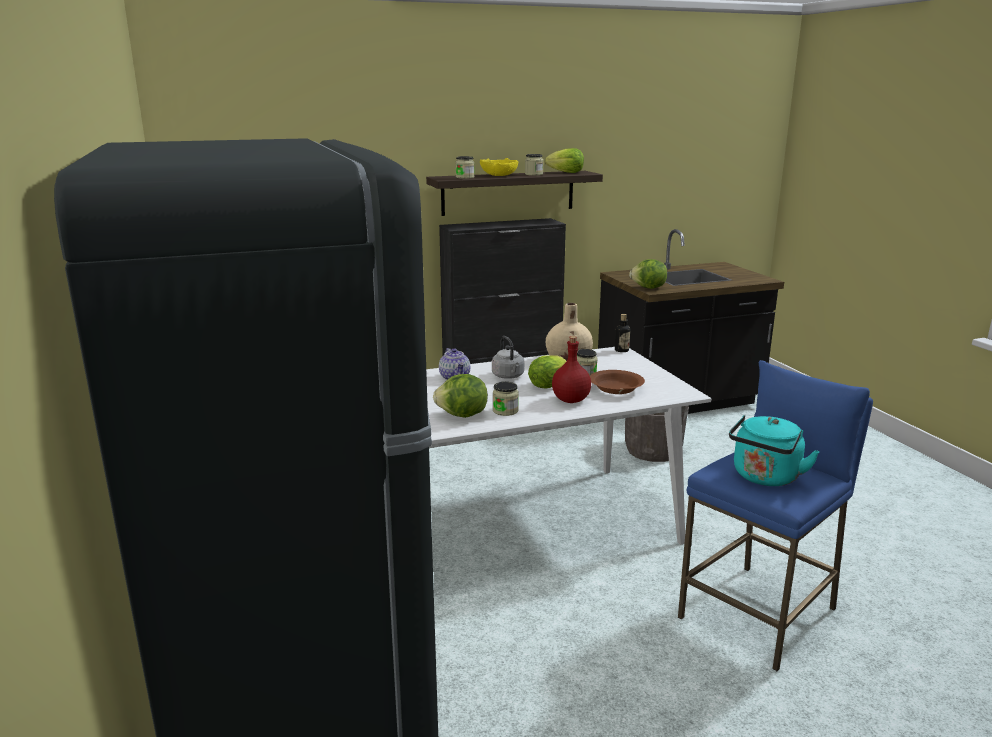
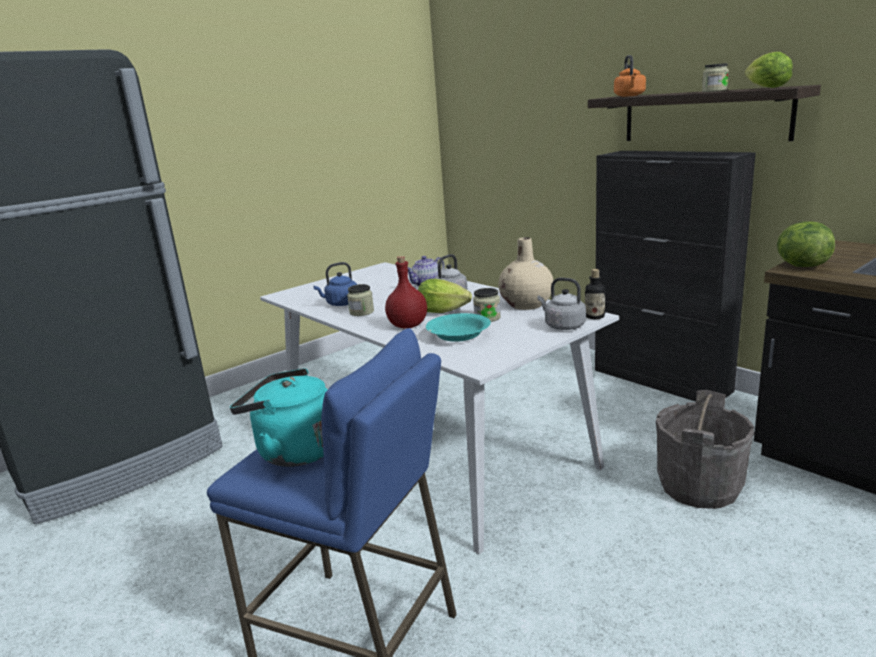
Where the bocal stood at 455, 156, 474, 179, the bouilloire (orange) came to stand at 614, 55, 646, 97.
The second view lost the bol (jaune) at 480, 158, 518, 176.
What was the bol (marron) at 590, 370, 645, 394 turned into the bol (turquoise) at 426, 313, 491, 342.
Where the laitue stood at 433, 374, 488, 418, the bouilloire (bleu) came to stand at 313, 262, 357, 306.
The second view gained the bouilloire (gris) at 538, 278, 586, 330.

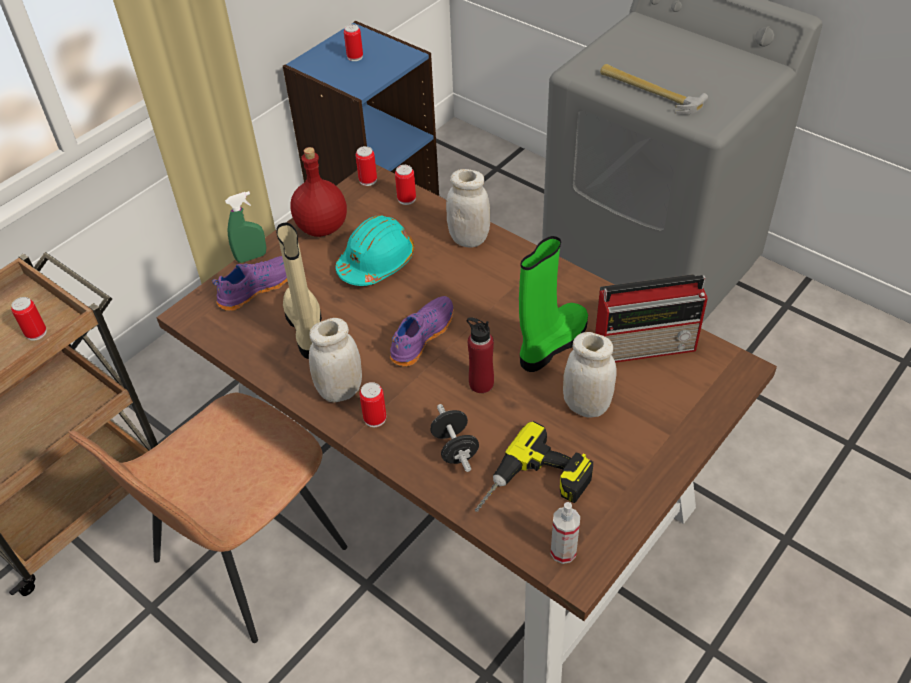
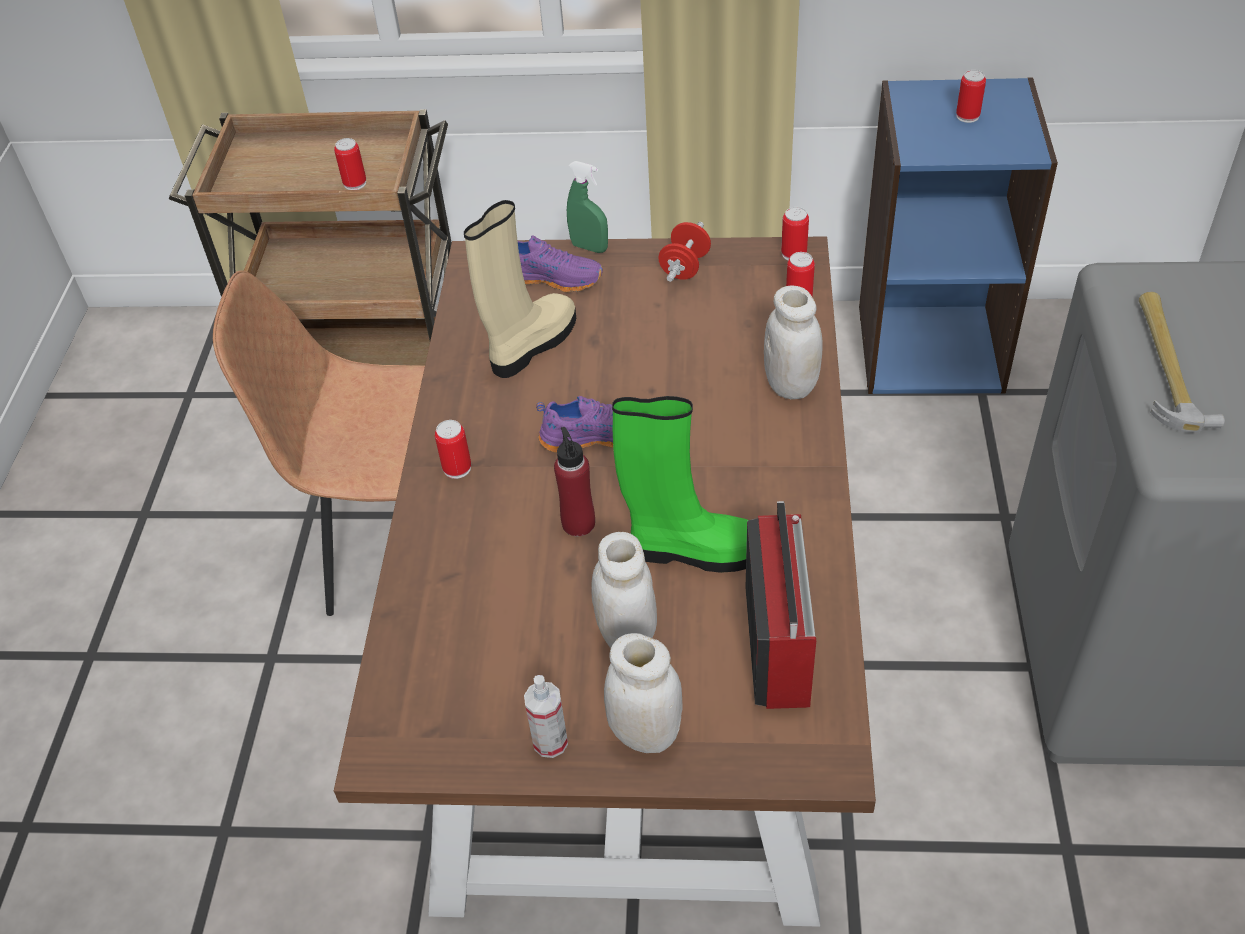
Where the bouteille (rouge) stood at 290, 147, 347, 237, the haltère (rouge) came to stand at 658, 222, 711, 282.
The second view lost the casque de chantier (turquoise) at 336, 215, 415, 286.
The radio at 595, 274, 708, 363 ended up facing another way, 135 degrees counterclockwise from before.
The bocal (blanc) ended up elsewhere, having gone from 309, 318, 362, 403 to 604, 633, 683, 753.
The second view lost the haltère (noir) at 430, 404, 479, 472.
The second view lost the perceuse at 475, 421, 593, 512.
The vaporisateur ended up elsewhere, having gone from 550, 502, 580, 564 to 524, 675, 568, 758.

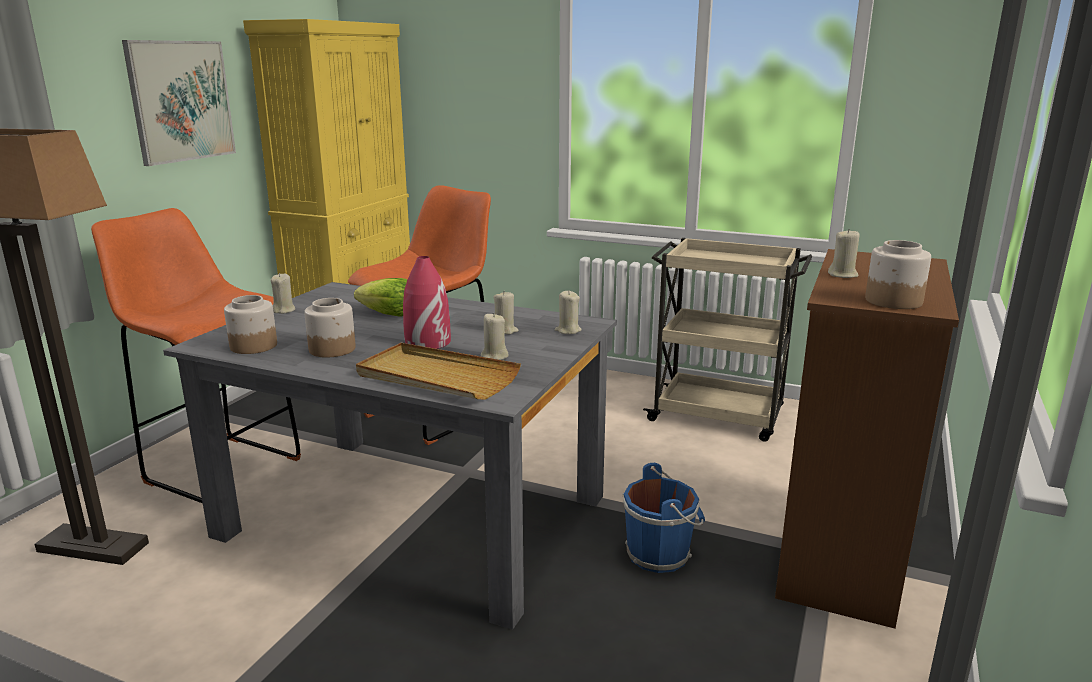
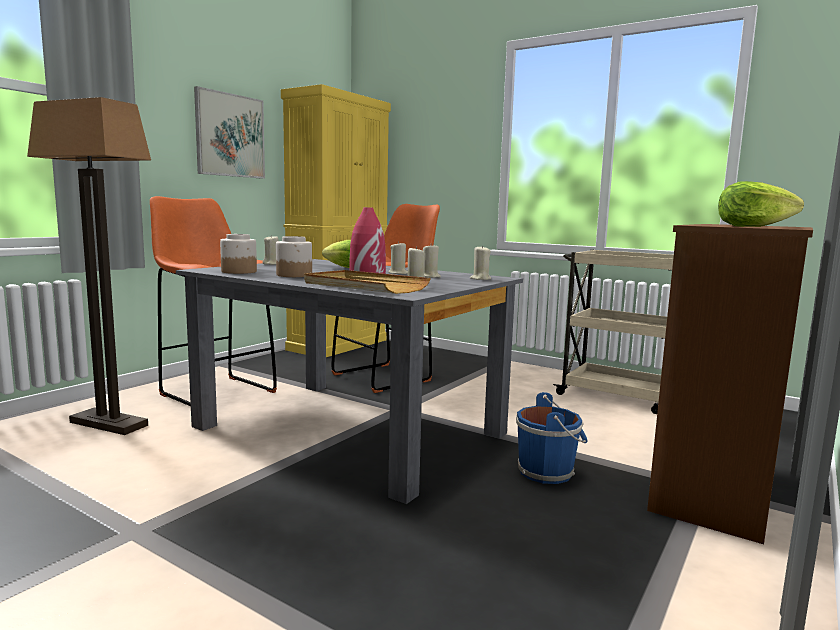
The bougie (beige) ended up elsewhere, having gone from 828, 229, 859, 278 to 388, 241, 408, 274.
Where the bocal stood at 865, 240, 931, 309, the laitue came to stand at 718, 181, 804, 227.

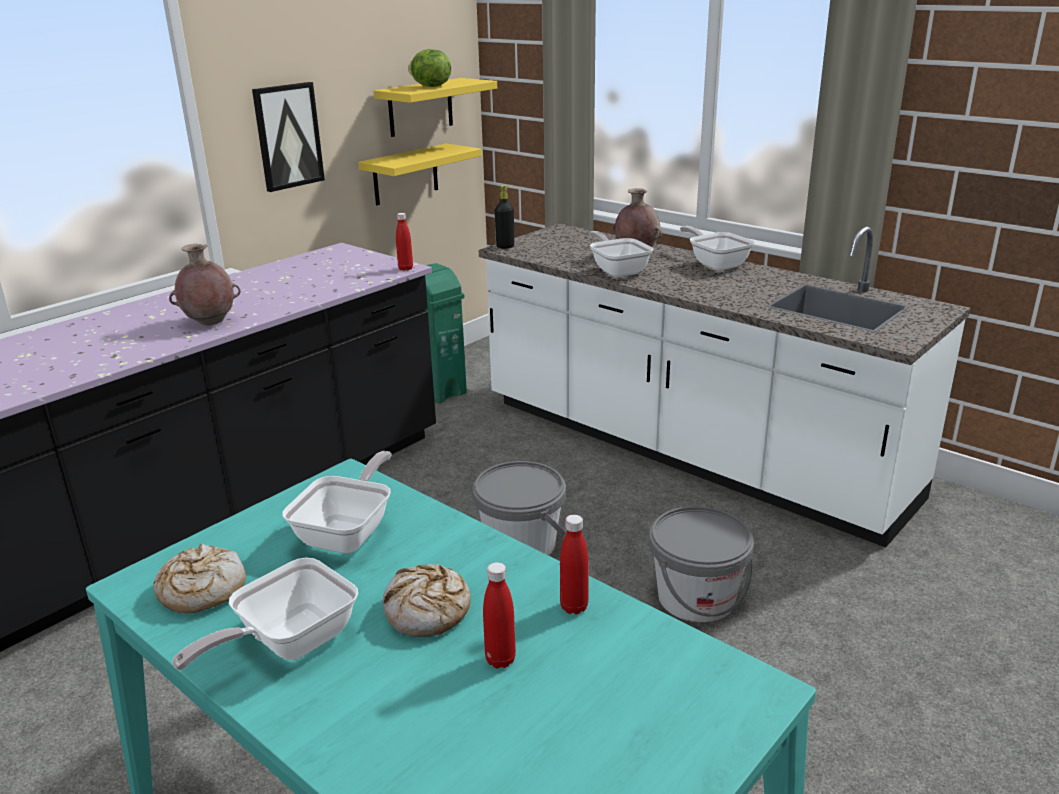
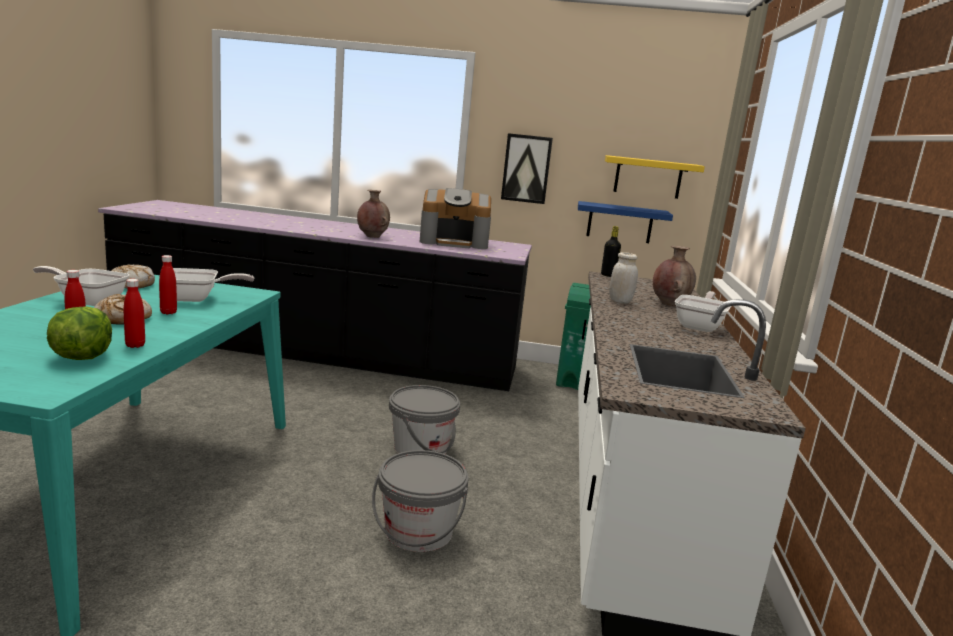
The laitue ended up elsewhere, having gone from 408, 49, 451, 87 to 47, 306, 112, 360.
What was the étagère (jaune) at 358, 143, 482, 205 turned into the étagère (bleu) at 578, 201, 673, 243.
The bouteille (rouge) ended up elsewhere, having gone from 396, 213, 413, 271 to 159, 255, 177, 314.
Where the poêle stood at 589, 231, 653, 277, the bocal (blanc) came to stand at 609, 252, 638, 304.
The second view gained the machine à café at 420, 188, 491, 249.

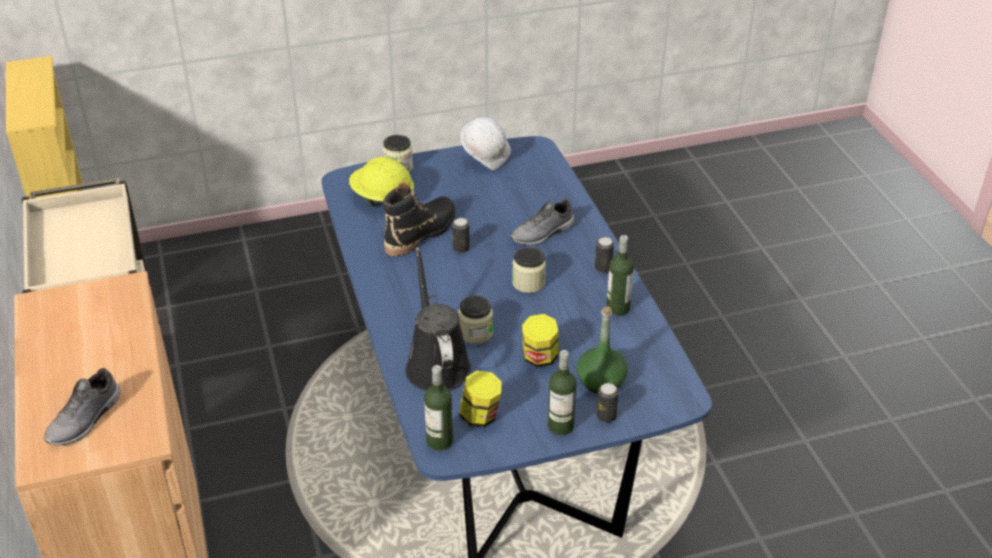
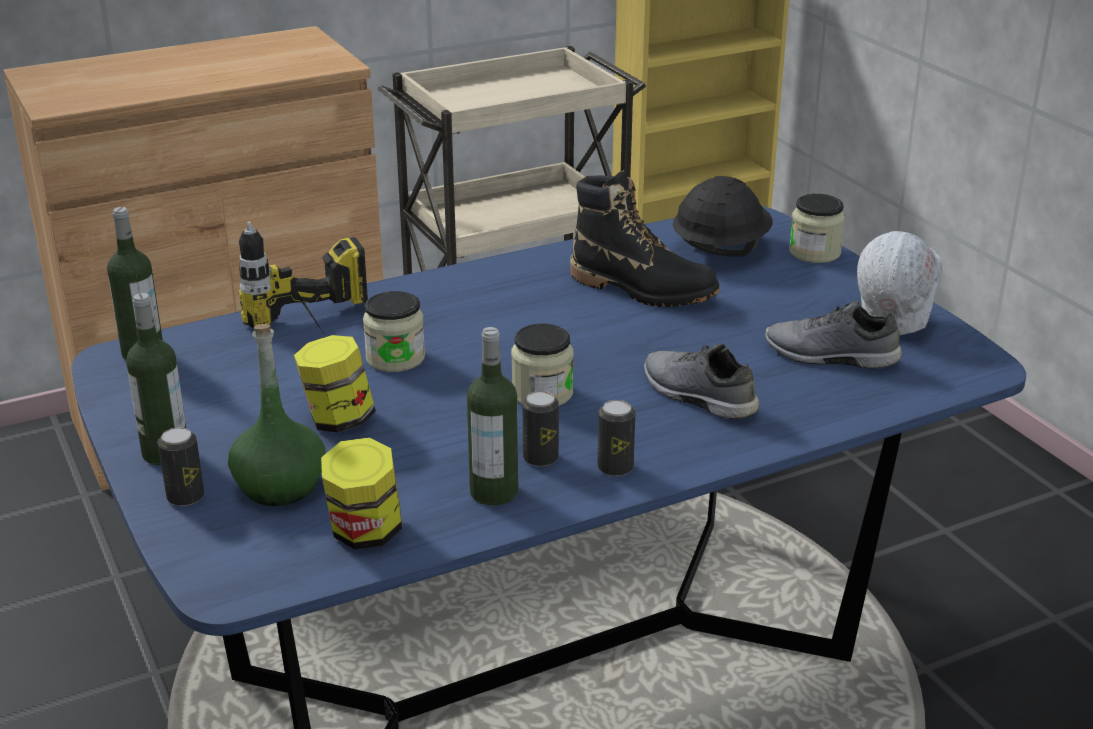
What was the casque de chantier (jaune) at 349, 157, 414, 206 turned into the casque de chantier (noir) at 673, 176, 773, 257.
The boîte métallique ended up elsewhere, having gone from 452, 218, 470, 253 to 523, 391, 559, 467.
Where the arrosoir (noir) stood at 406, 247, 471, 391, the perceuse came to stand at 238, 221, 368, 332.
The chaussure (gris) ended up elsewhere, having gone from 44, 368, 121, 446 to 765, 301, 902, 369.
The bocal ended up elsewhere, having gone from 459, 370, 502, 428 to 321, 437, 402, 549.

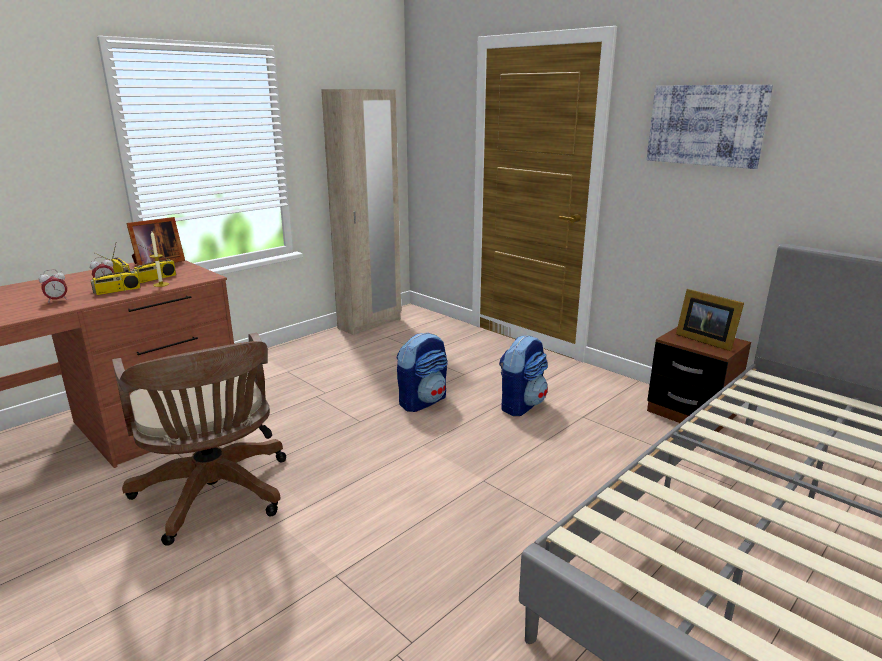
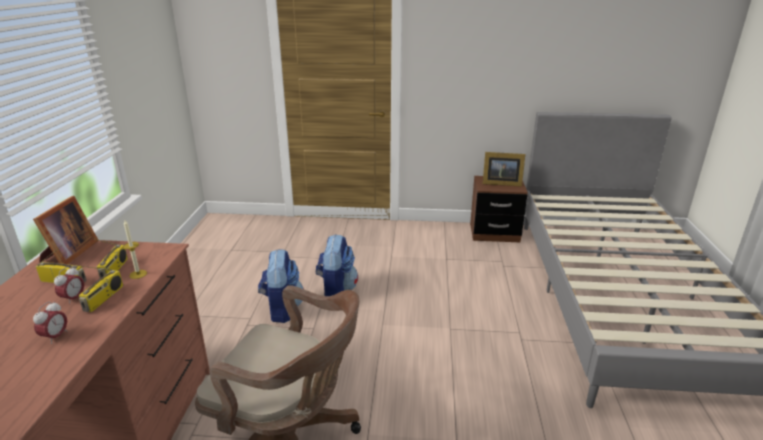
The second view lost the tableau at 647, 85, 773, 169.
The second view lost the armoire (beige) at 321, 89, 401, 335.
The sac à dos ended up elsewhere, having gone from 499, 335, 548, 416 to 258, 249, 304, 323.

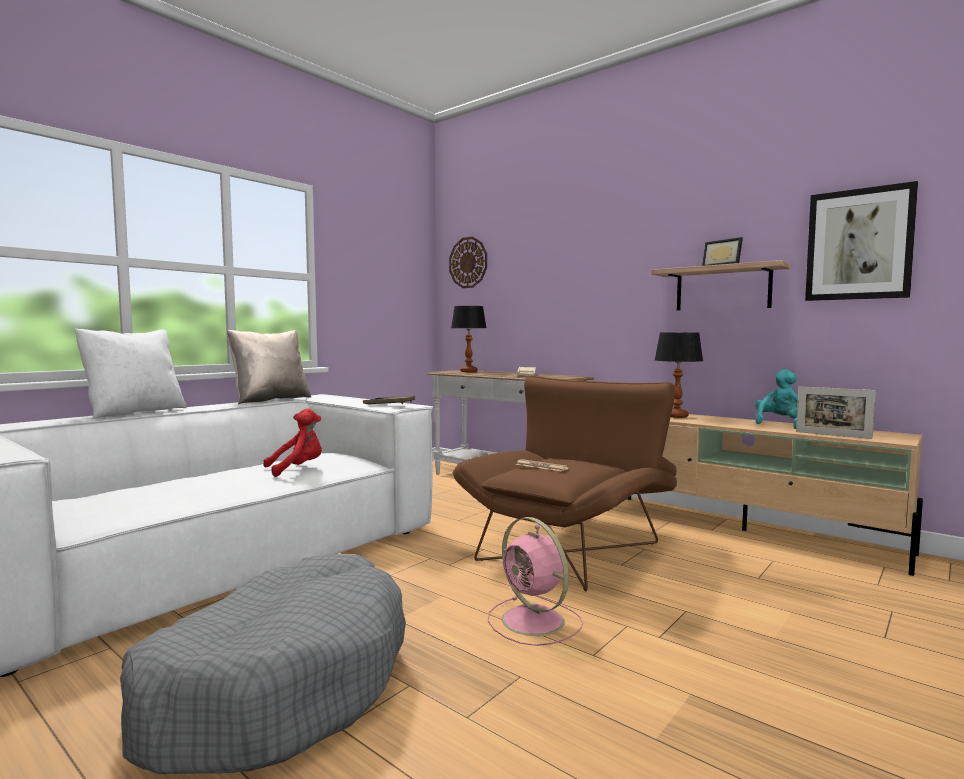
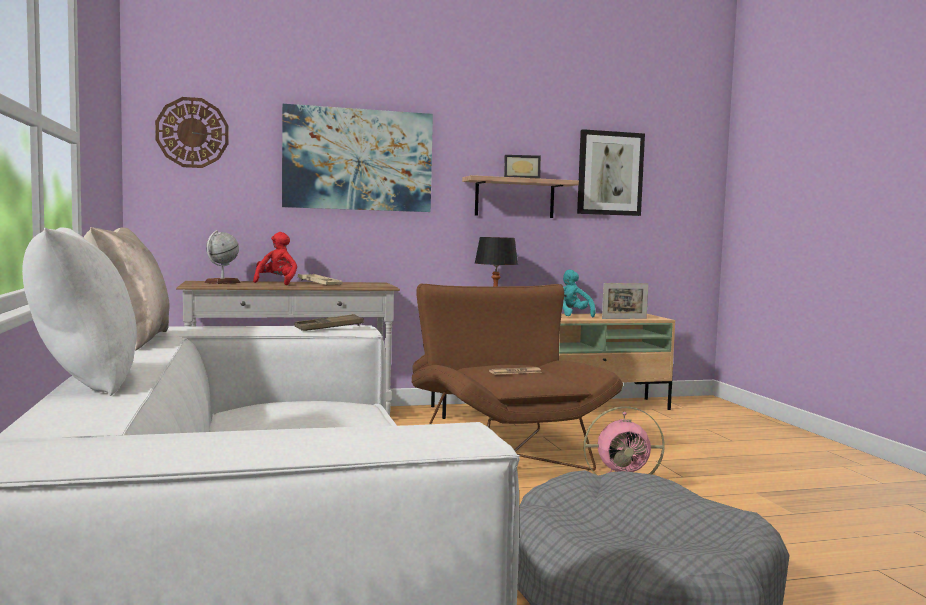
Where the lampe de table stood at 451, 306, 486, 372, the globe came to stand at 204, 230, 241, 284.
The peluche (rouge) ended up elsewhere, having gone from 263, 409, 322, 477 to 253, 232, 297, 285.
The second view gained the tableau at 282, 104, 433, 212.

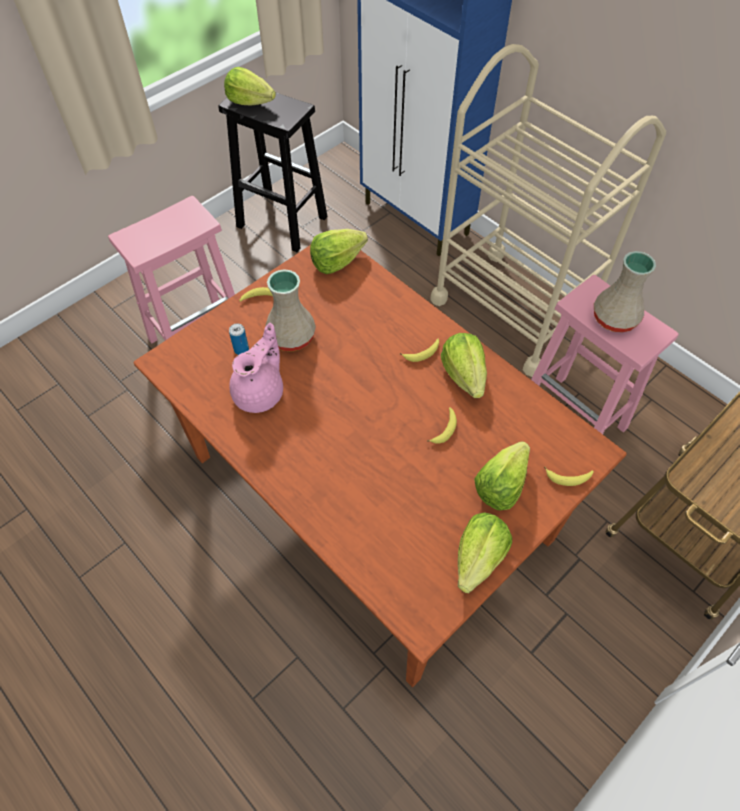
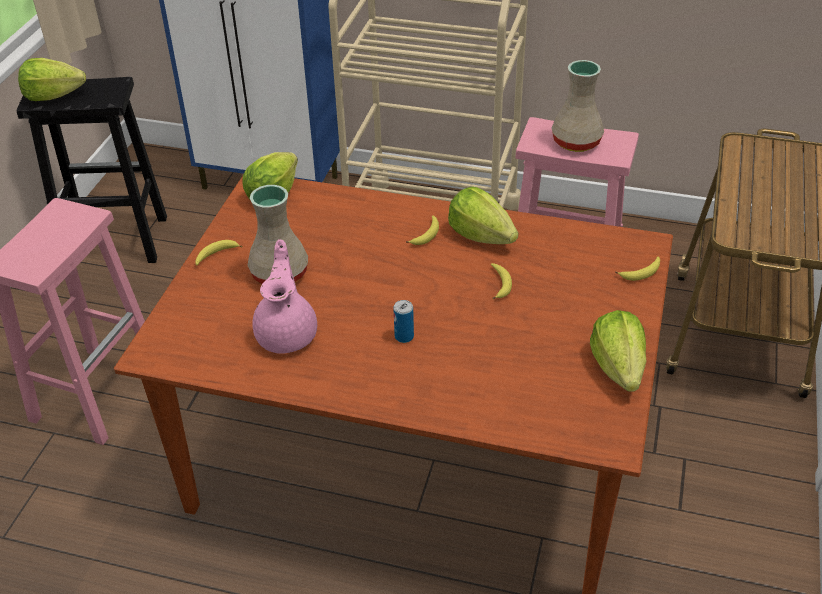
The boîte métallique ended up elsewhere, having gone from 229, 323, 249, 355 to 393, 300, 414, 343.
The second view lost the laitue at 474, 441, 530, 510.

